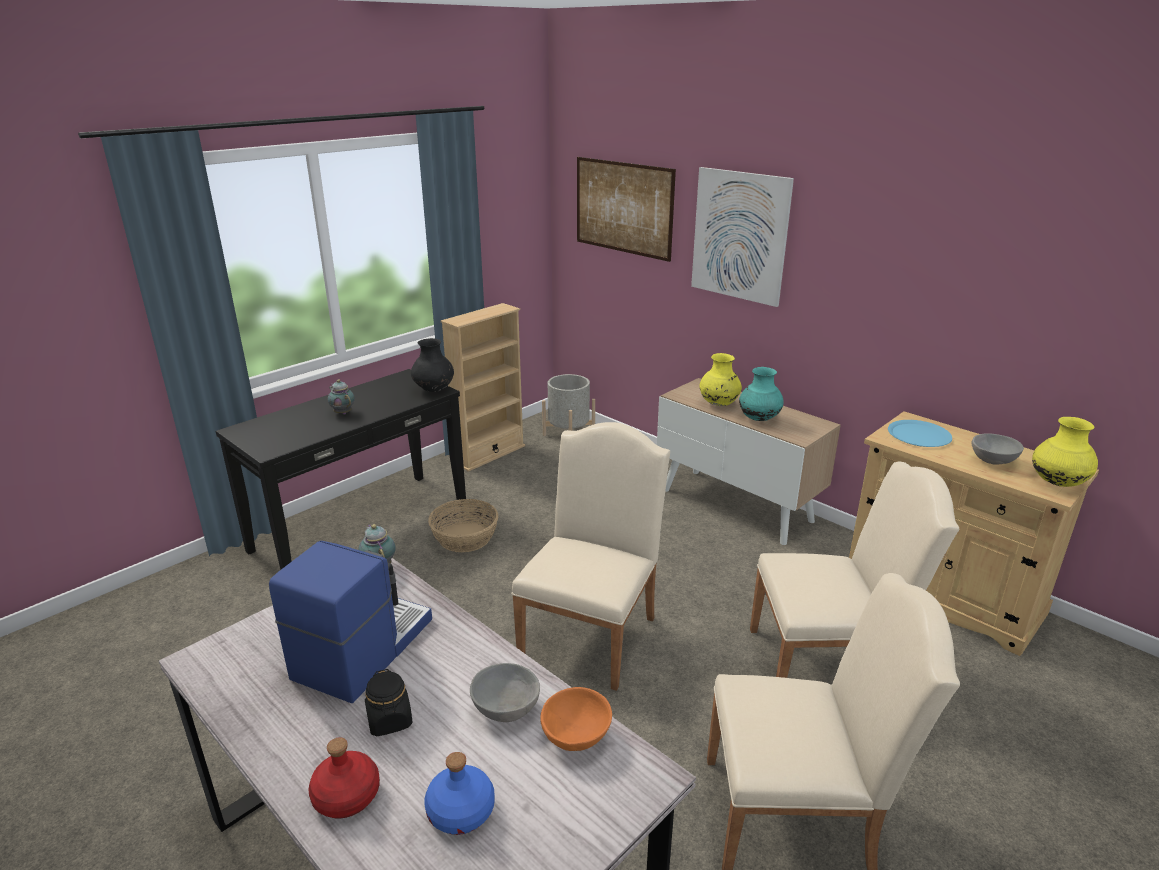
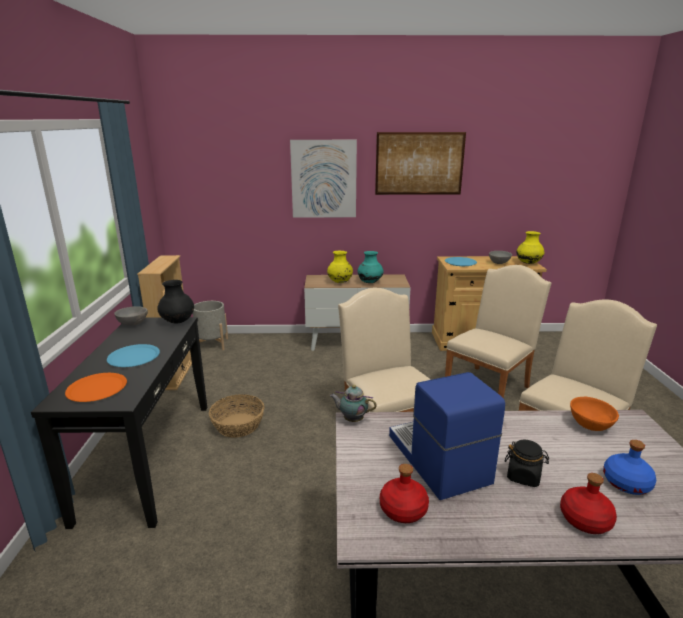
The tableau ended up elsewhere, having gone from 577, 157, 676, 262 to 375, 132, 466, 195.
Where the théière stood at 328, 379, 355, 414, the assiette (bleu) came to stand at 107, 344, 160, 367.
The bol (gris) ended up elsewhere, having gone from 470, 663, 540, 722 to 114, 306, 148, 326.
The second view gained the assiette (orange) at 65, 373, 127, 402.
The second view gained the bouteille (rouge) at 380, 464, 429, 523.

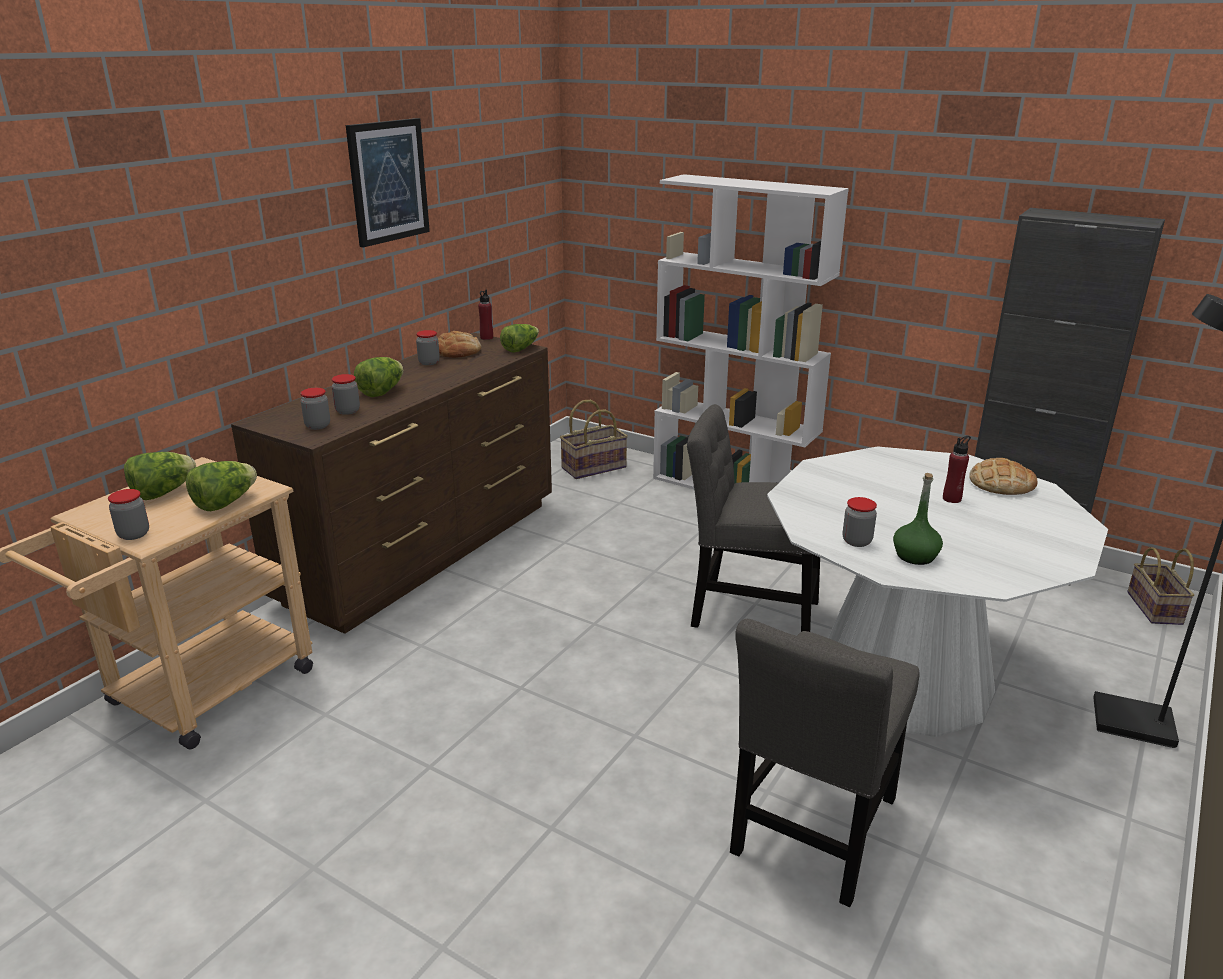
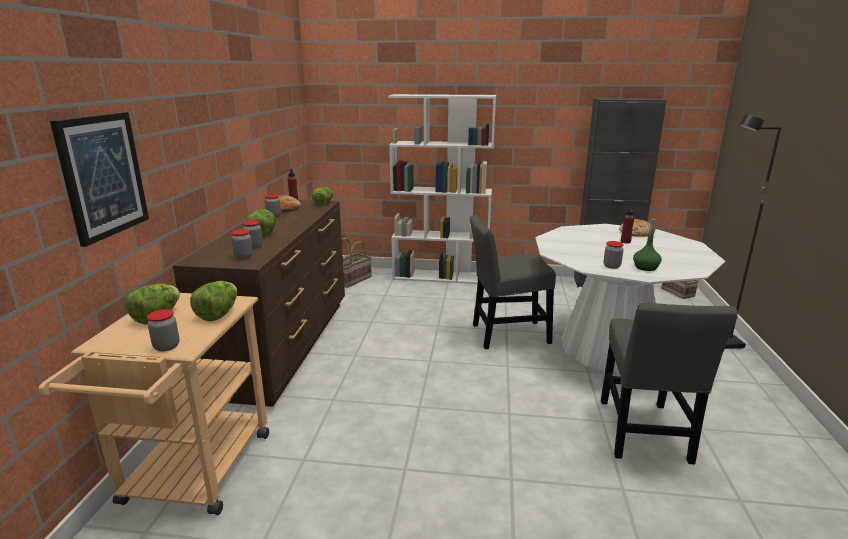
The tableau ended up elsewhere, having gone from 346, 118, 430, 247 to 50, 112, 149, 247.

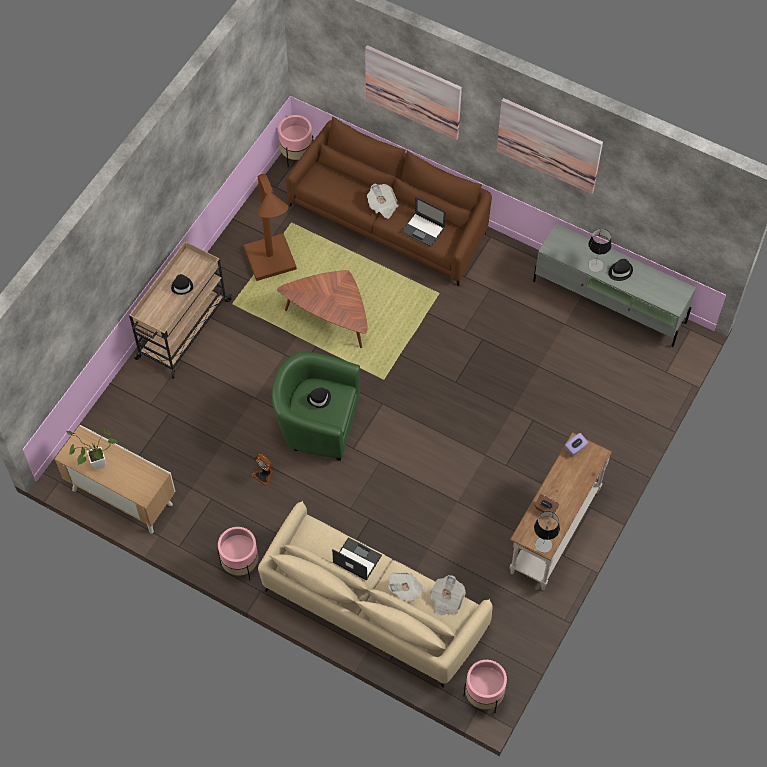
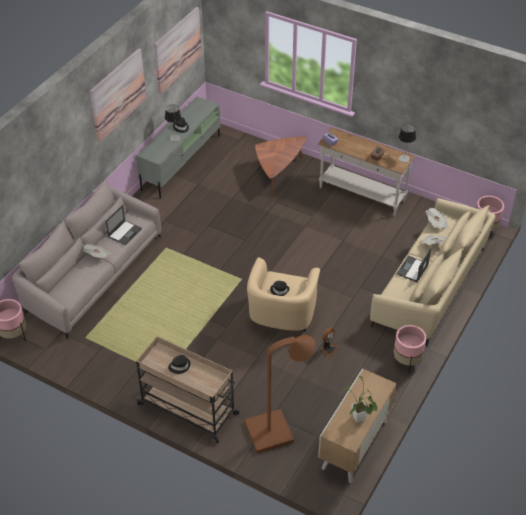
The tableau ended up elsewhere, having gone from 365, 45, 462, 140 to 154, 7, 201, 94.
What was the canapé (marron) at 286, 116, 492, 286 turned into the canapé (gris) at 12, 179, 161, 339.
The lampadaire (marron) ended up elsewhere, having gone from 244, 174, 297, 281 to 244, 335, 315, 454.
The table basse (marron) ended up elsewhere, having gone from 277, 270, 367, 348 to 255, 136, 307, 196.
What was the fauteuil (vert) at 272, 351, 360, 461 turned into the fauteuil (beige) at 247, 257, 320, 331.

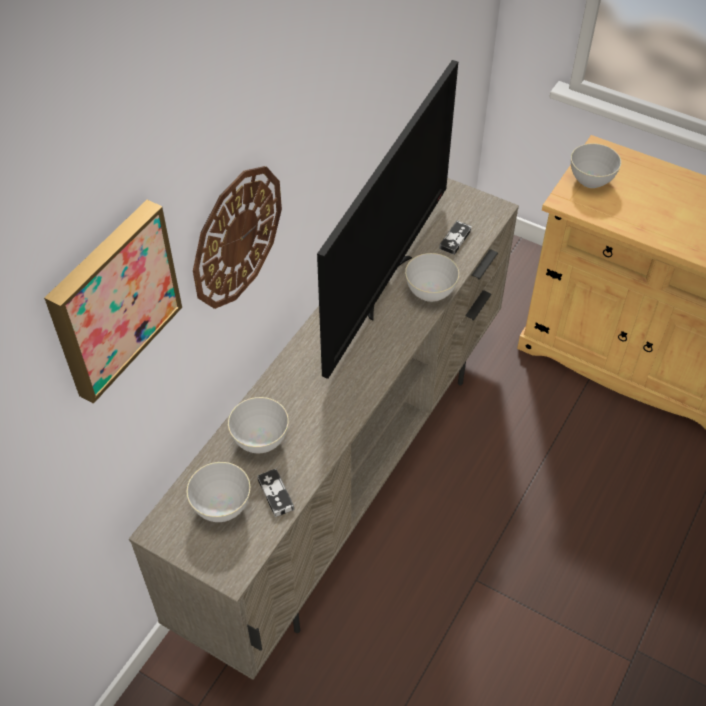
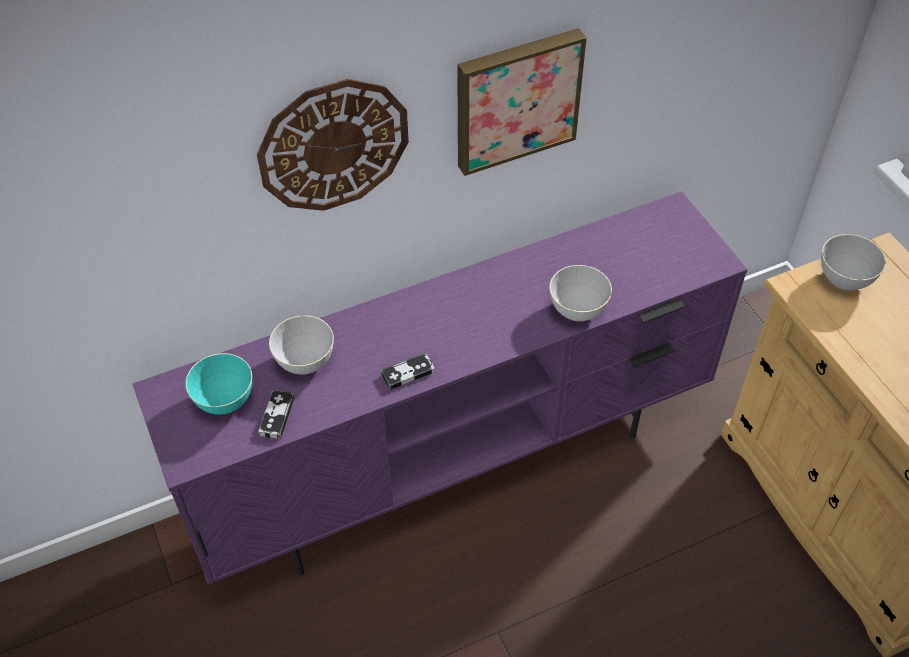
The second view lost the téléviseur at 317, 60, 458, 379.
What was the meuble télé (beige) at 129, 178, 519, 680 turned into the meuble télé (violet) at 133, 191, 748, 585.
The tableau ended up elsewhere, having gone from 44, 200, 182, 404 to 457, 28, 587, 176.
The manette ended up elsewhere, having gone from 439, 220, 472, 255 to 381, 353, 435, 390.
What was the bol (gris) at 186, 462, 251, 522 turned into the bol (turquoise) at 185, 353, 252, 415.

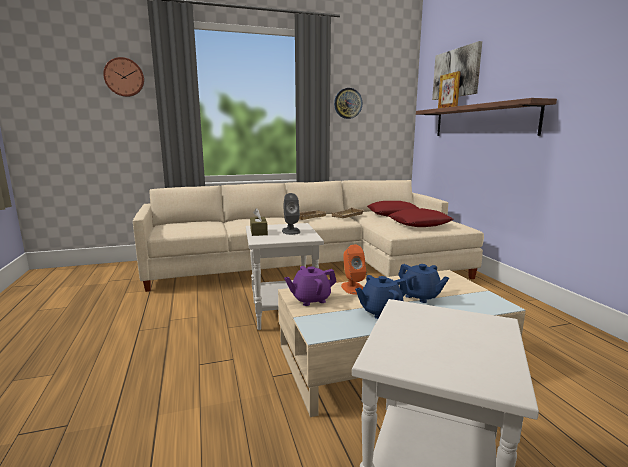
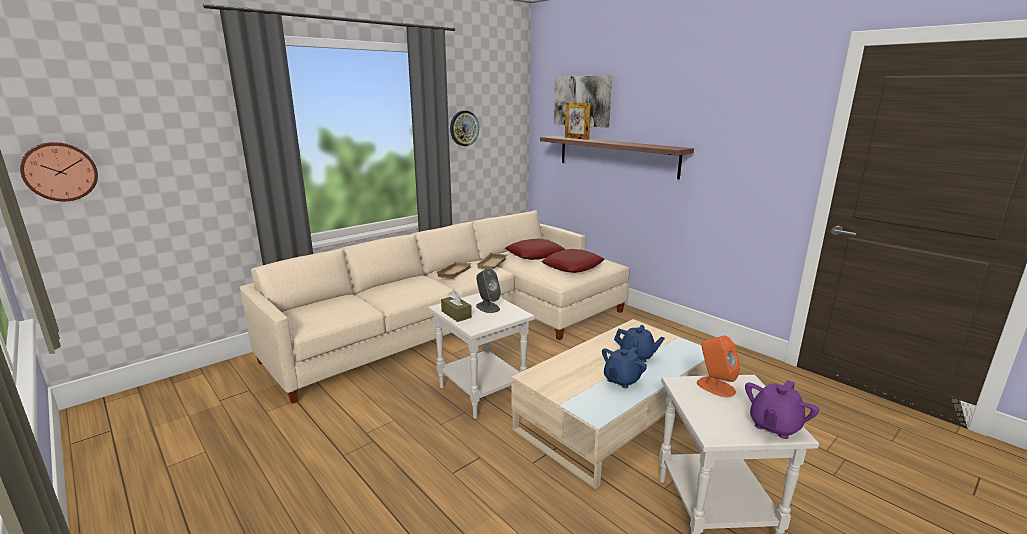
The horloge murale ended up elsewhere, having gone from 103, 57, 144, 97 to 20, 142, 98, 201.
The enceinte (orange) ended up elsewhere, having gone from 341, 244, 366, 294 to 697, 336, 740, 397.
The théière (violet) ended up elsewhere, having gone from 284, 266, 337, 306 to 745, 380, 819, 439.

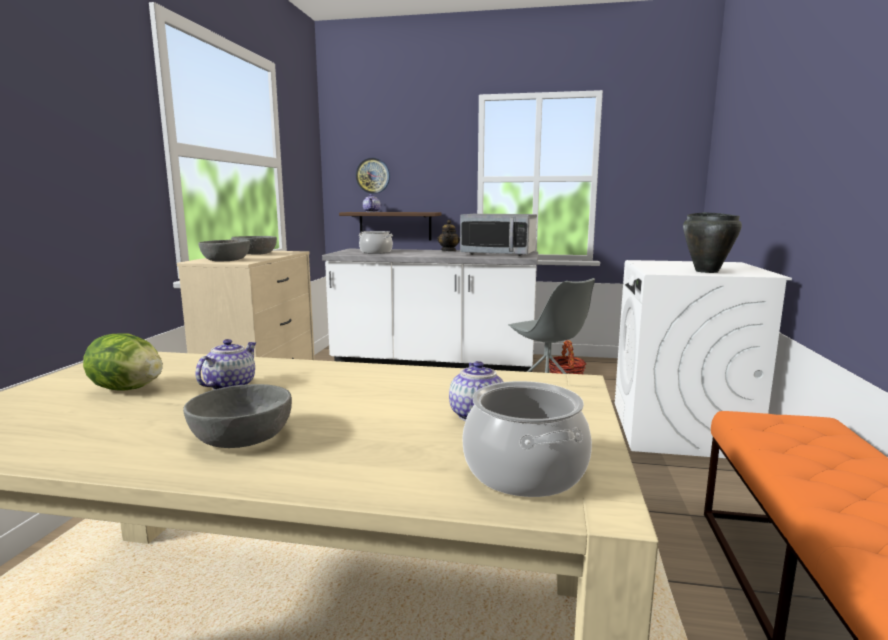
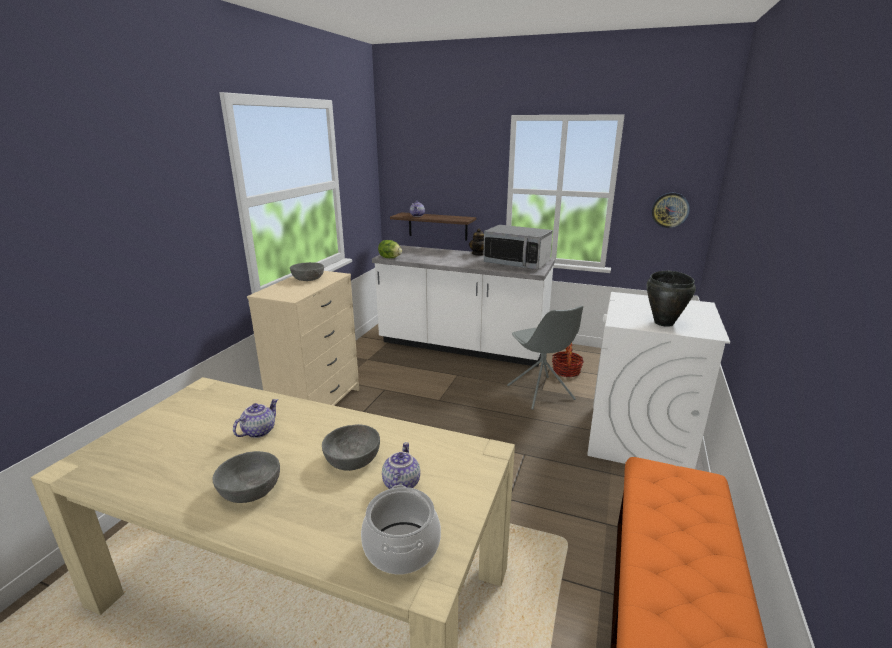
The horloge murale ended up elsewhere, having gone from 356, 158, 390, 194 to 651, 193, 690, 228.
The second view lost the marmite at 359, 231, 393, 254.
The bol (gris) ended up elsewhere, having gone from 198, 239, 250, 262 to 322, 424, 380, 471.
The laitue ended up elsewhere, having gone from 83, 333, 163, 391 to 378, 240, 402, 258.

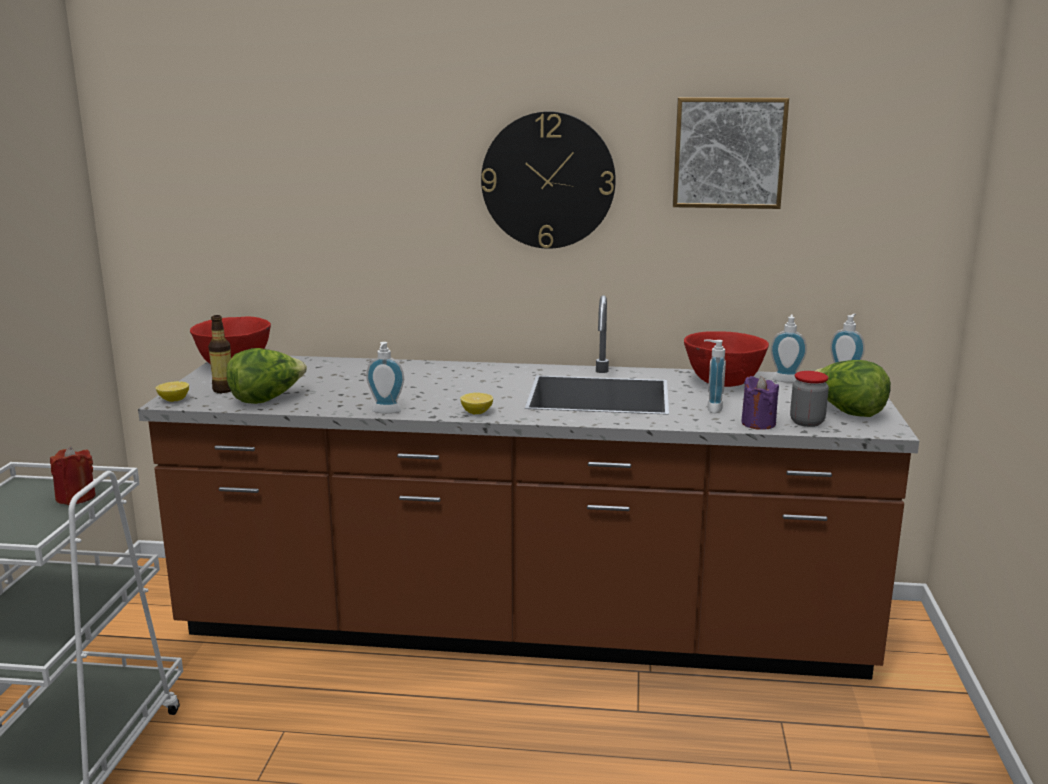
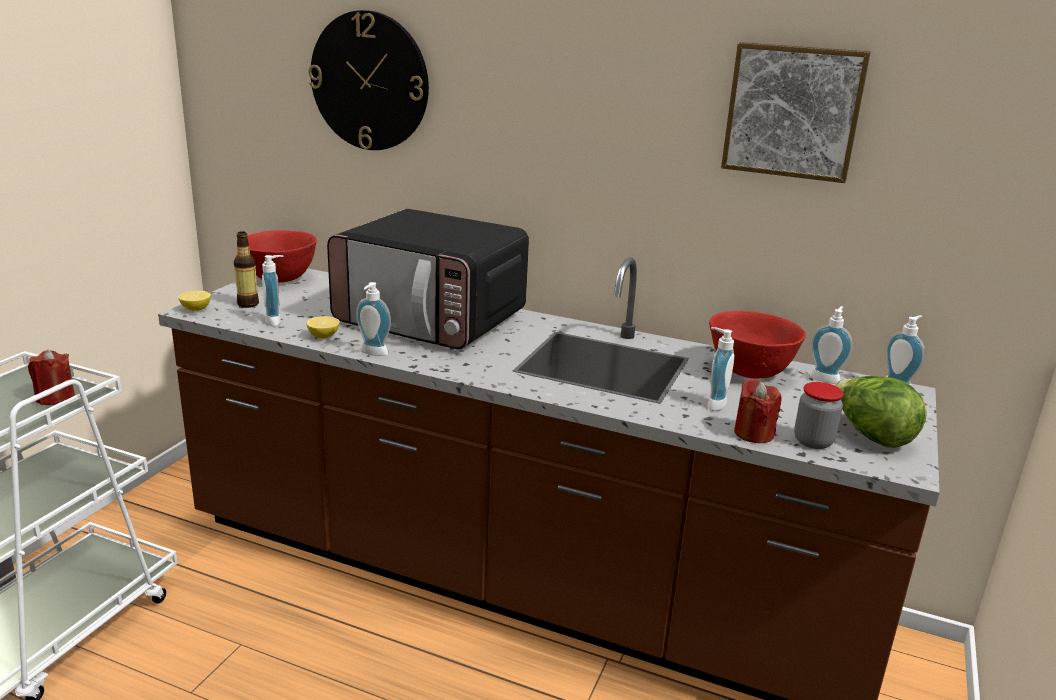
The horloge murale ended up elsewhere, having gone from 481, 111, 616, 249 to 308, 10, 429, 150.
Where the laitue stood at 226, 348, 307, 404, the distributeur de savon came to stand at 262, 255, 283, 326.
What was the bougie (violet) at 741, 376, 779, 430 turned into the bougie (rouge) at 734, 378, 782, 443.
The citron ended up elsewhere, having gone from 460, 393, 493, 414 to 306, 316, 340, 338.
The second view gained the micro-ondes at 327, 209, 529, 350.

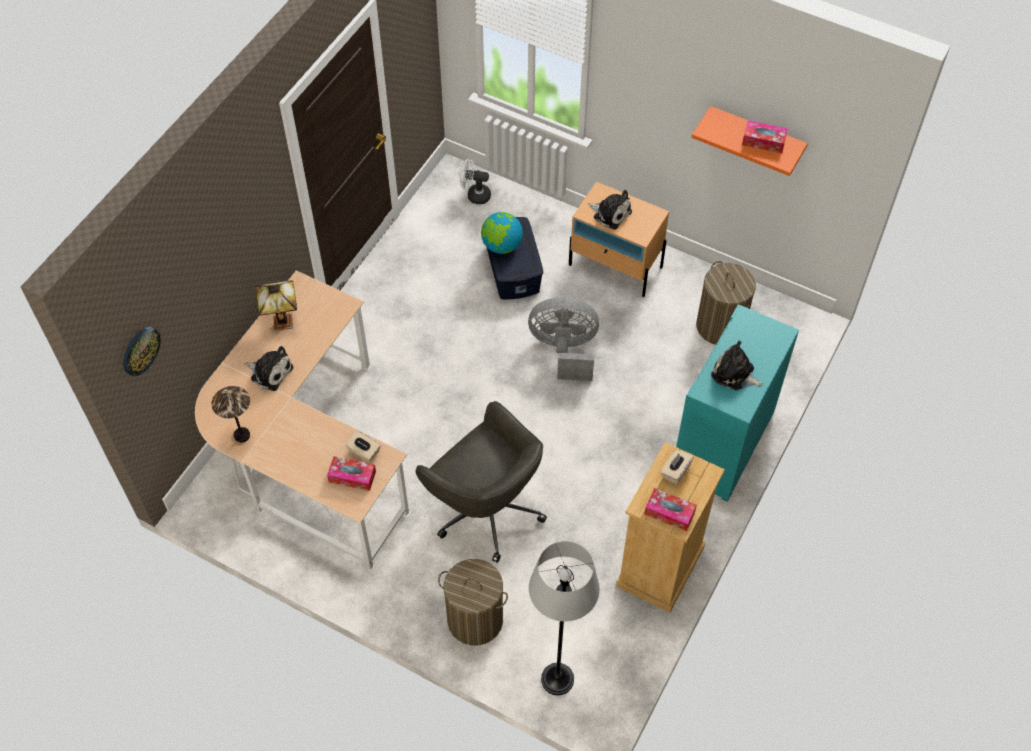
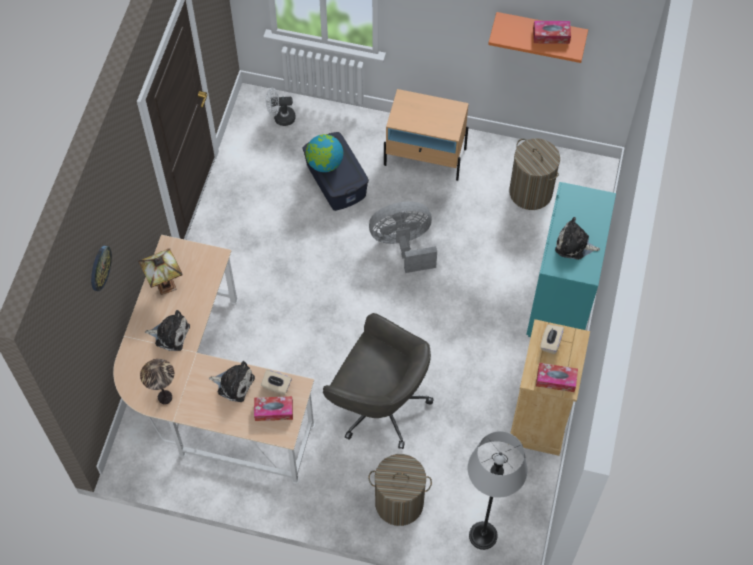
The peluche ended up elsewhere, having gone from 587, 190, 632, 230 to 209, 361, 255, 402.
The horloge murale ended up elsewhere, having gone from 123, 327, 161, 376 to 91, 246, 112, 291.

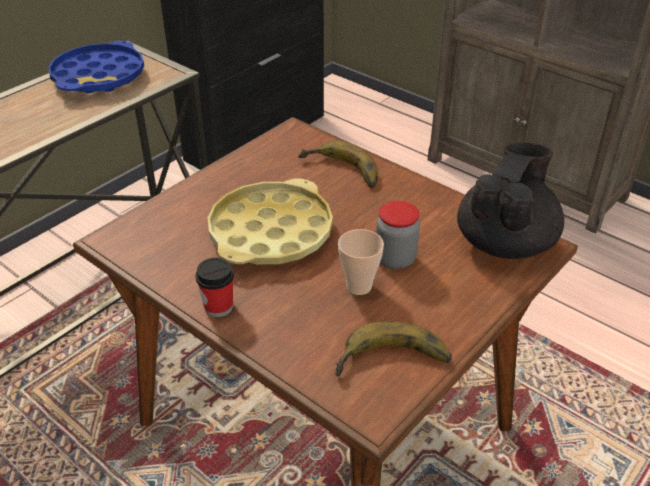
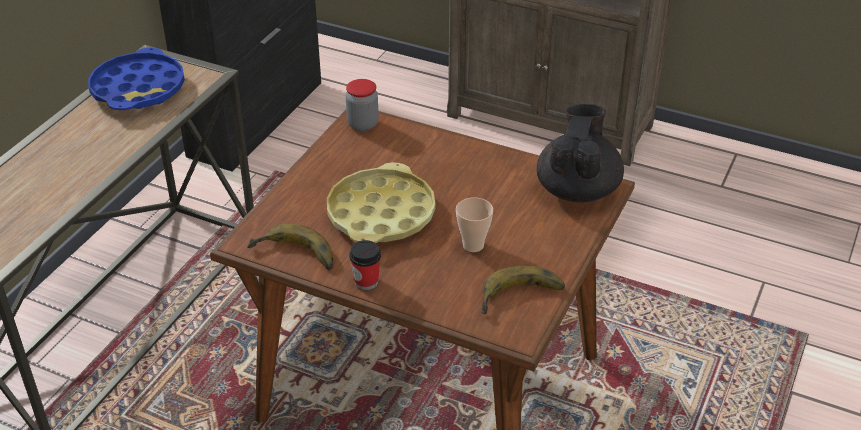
The banane ended up elsewhere, having gone from 298, 141, 378, 188 to 247, 223, 333, 270.
The bocal ended up elsewhere, having gone from 376, 201, 420, 269 to 346, 79, 379, 131.

